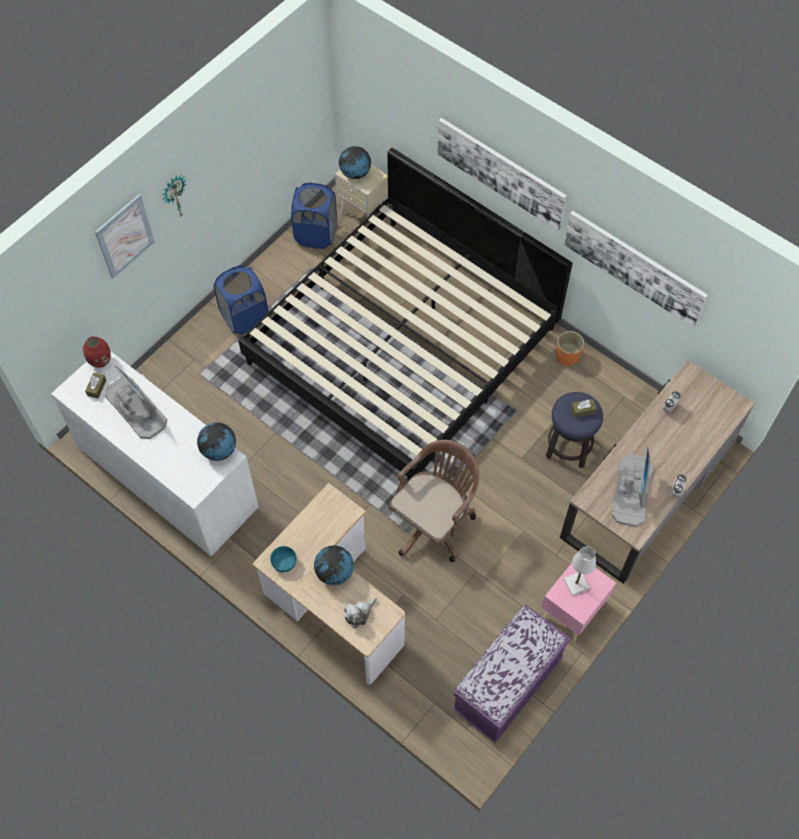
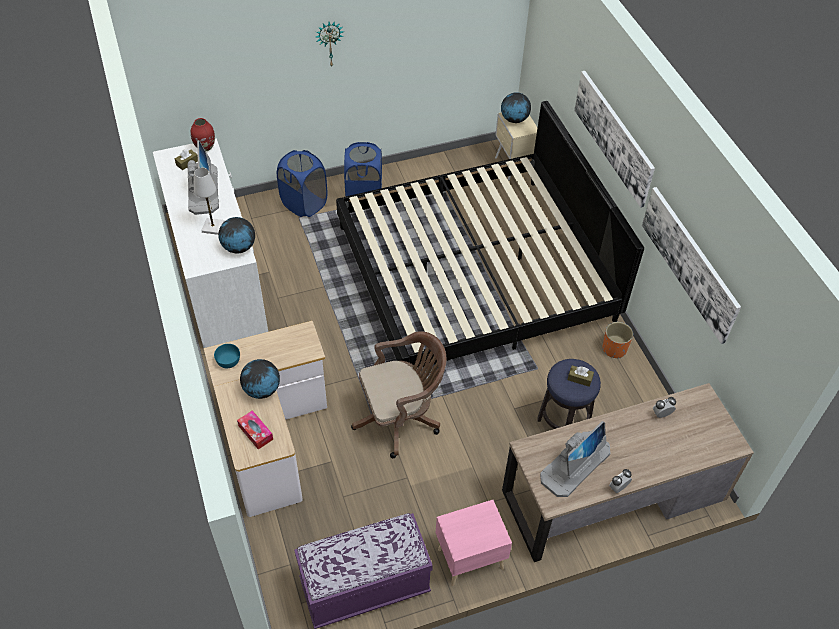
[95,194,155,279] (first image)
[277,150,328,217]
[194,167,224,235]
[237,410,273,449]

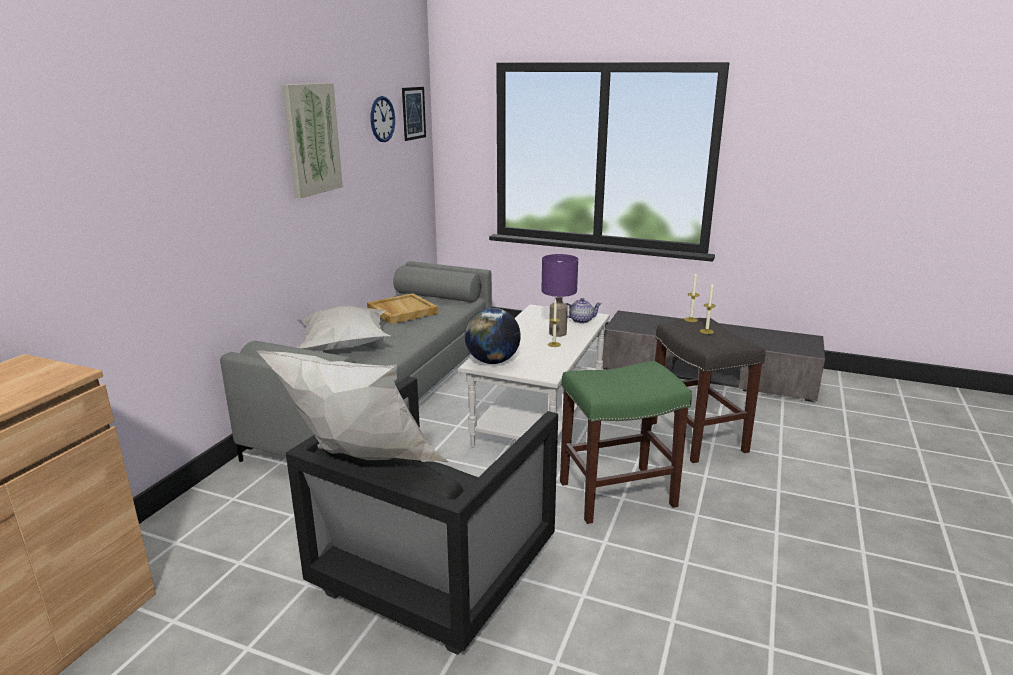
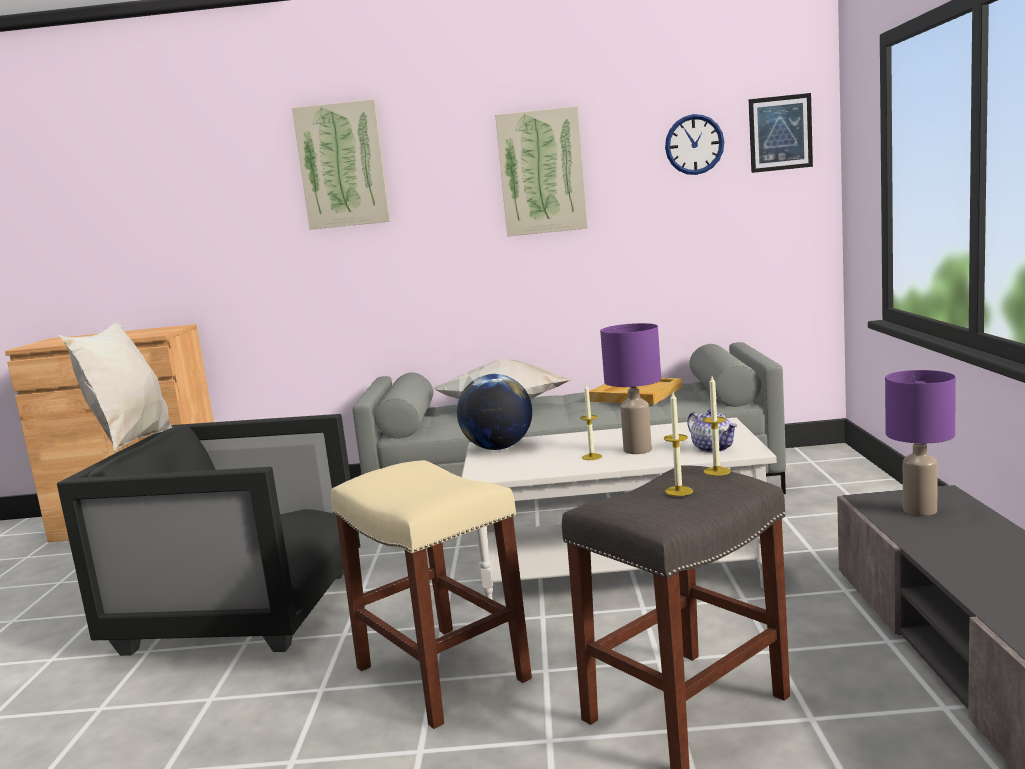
[292,99,391,230]
[885,370,956,516]
[331,460,532,729]

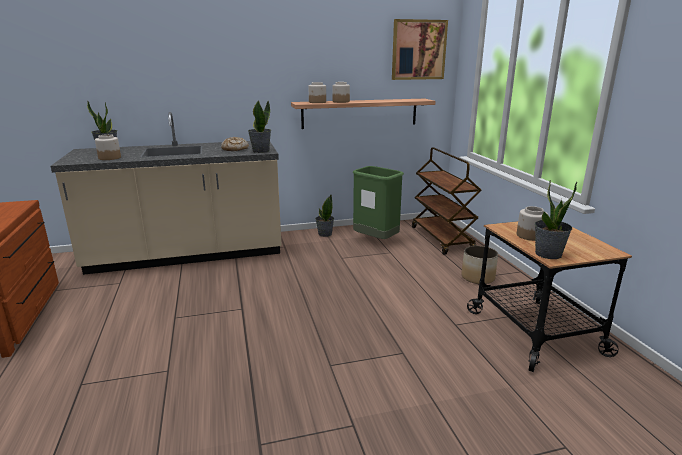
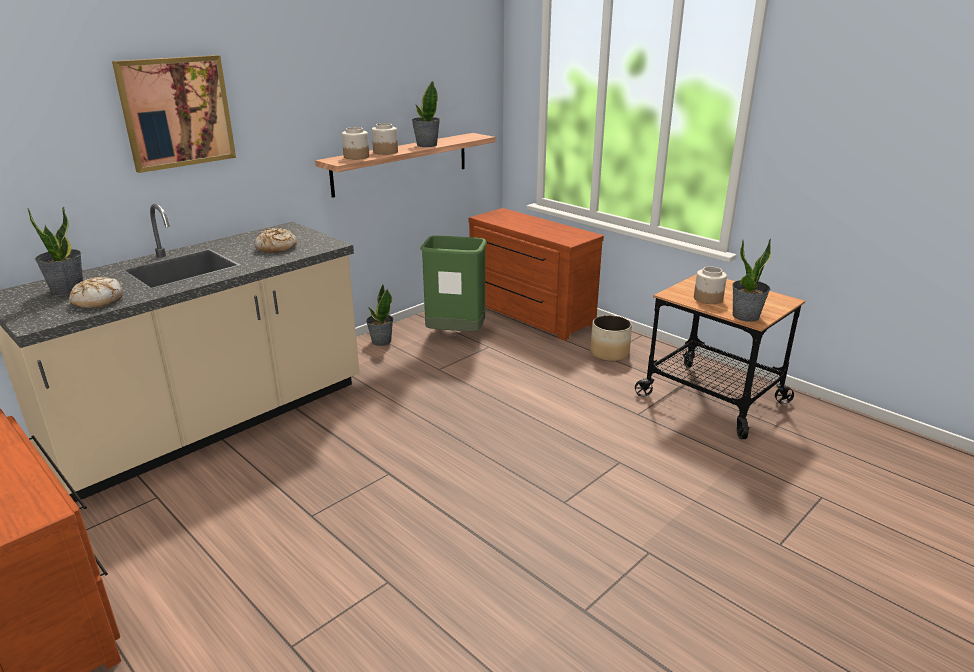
[411,82,440,147]
[112,55,236,173]
[69,277,123,308]
[468,208,604,340]

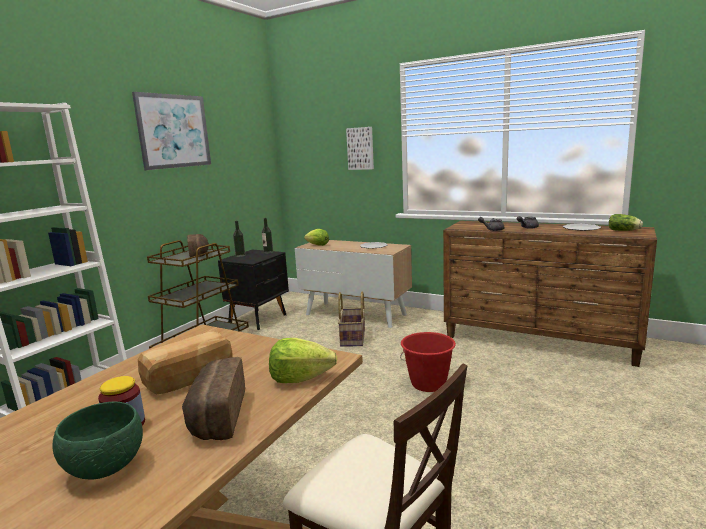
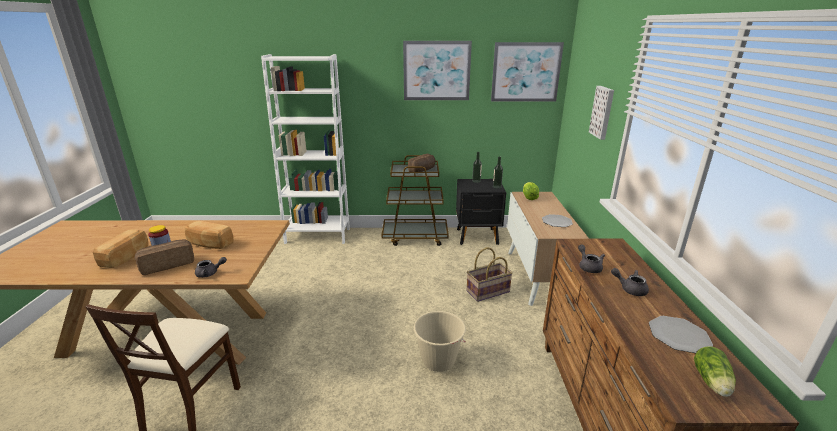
[491,42,564,102]
[93,229,149,268]
[195,257,227,278]
[414,311,466,372]

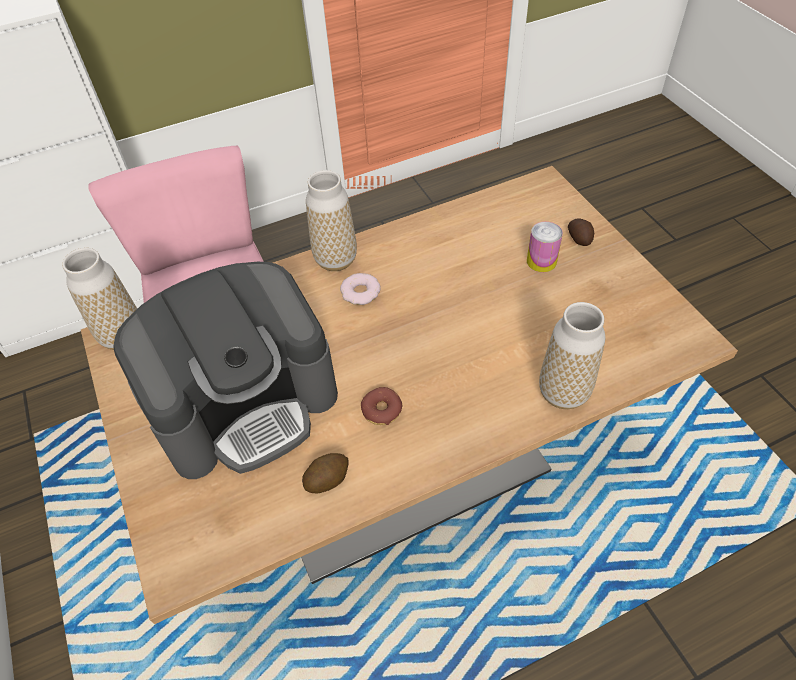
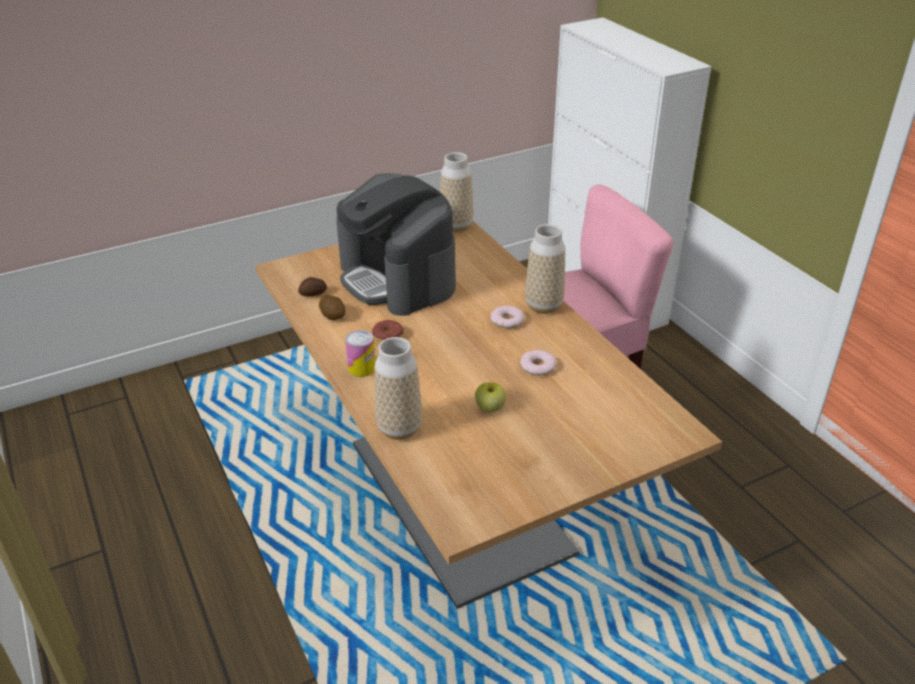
[475,382,506,412]
[520,350,557,375]
[345,330,375,377]
[298,277,327,296]

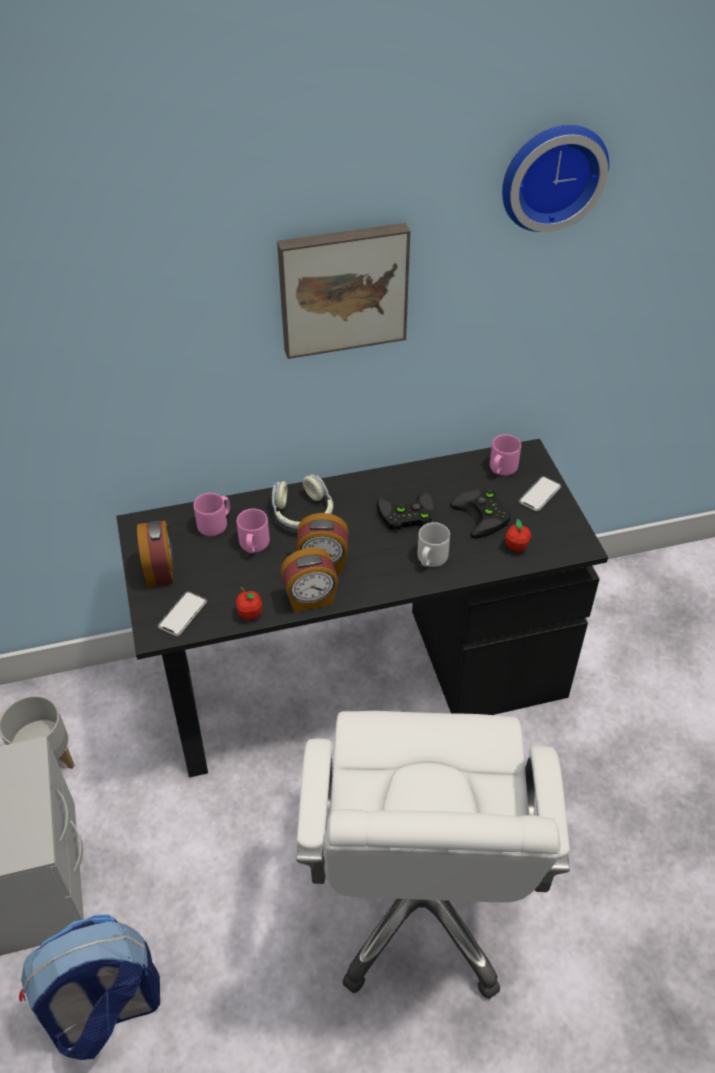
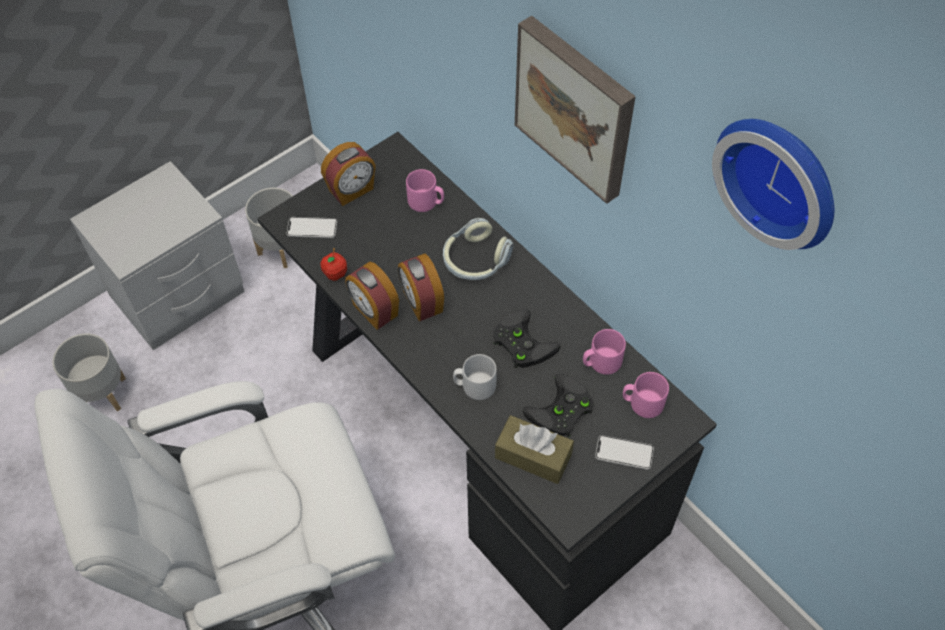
[583,329,626,375]
[52,334,126,411]
[495,415,574,484]

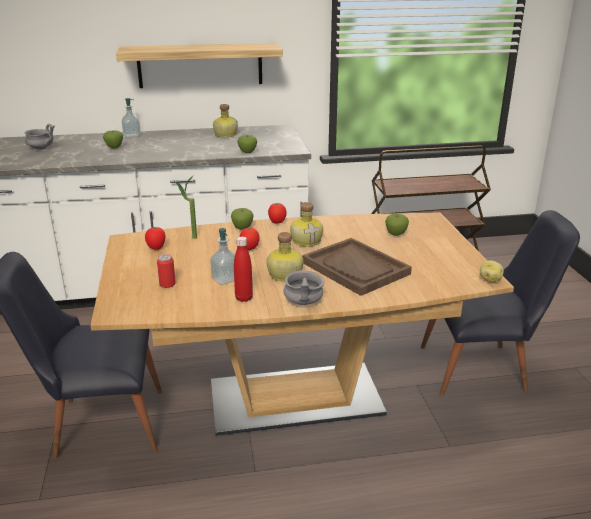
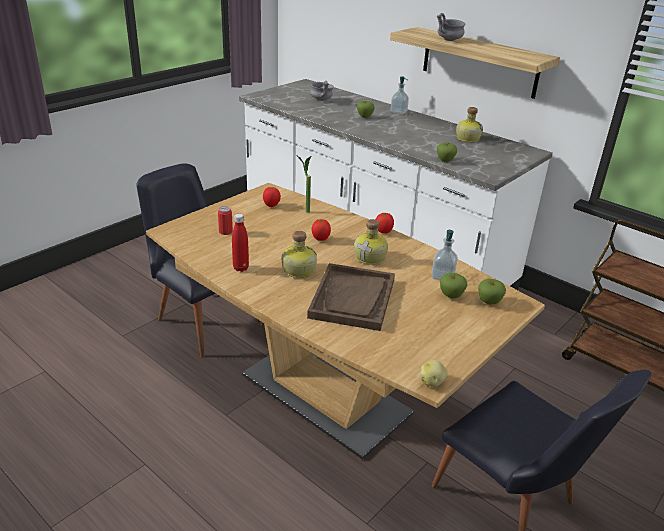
[431,230,458,280]
[478,279,506,304]
[437,13,465,41]

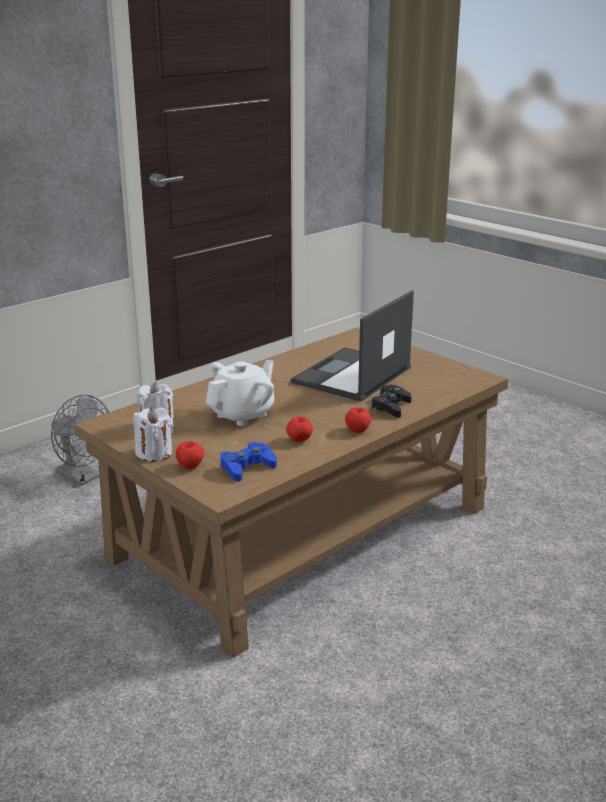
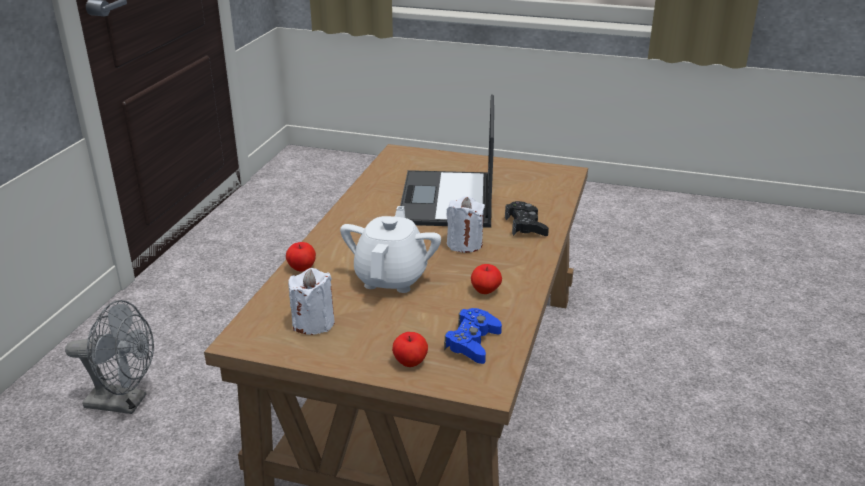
[446,196,485,253]
[286,242,316,272]

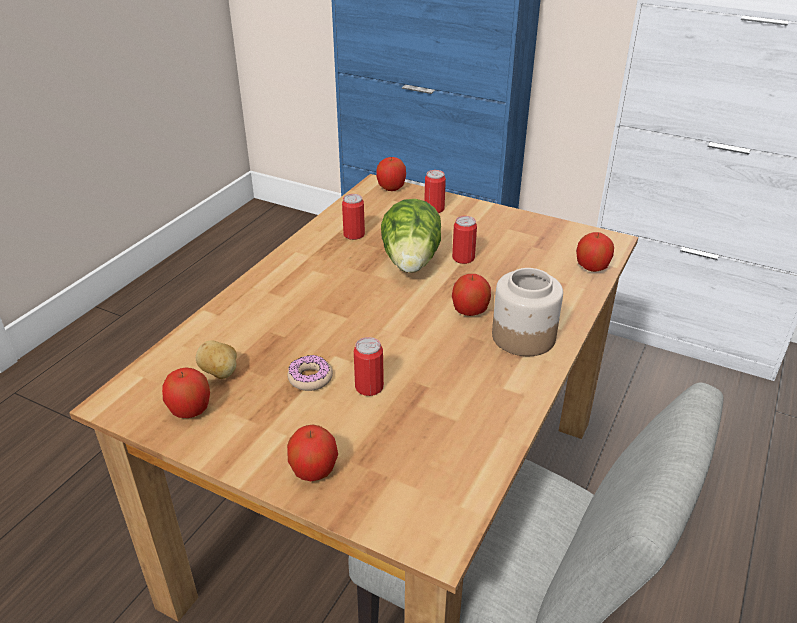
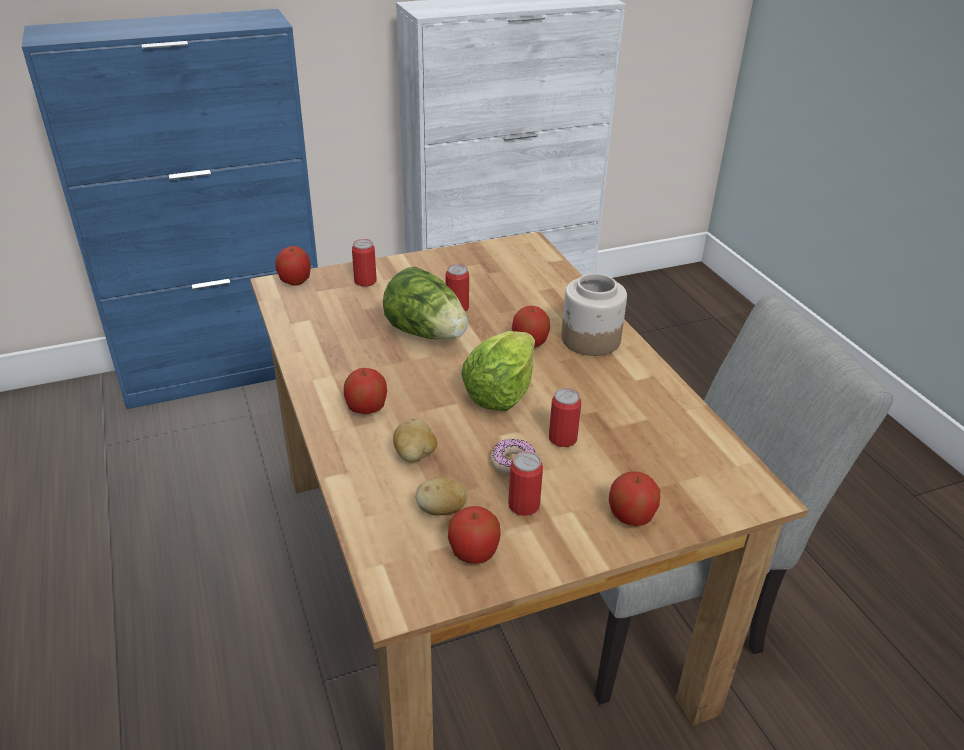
[393,418,437,462]
[461,331,535,411]
[508,451,543,516]
[344,368,387,414]

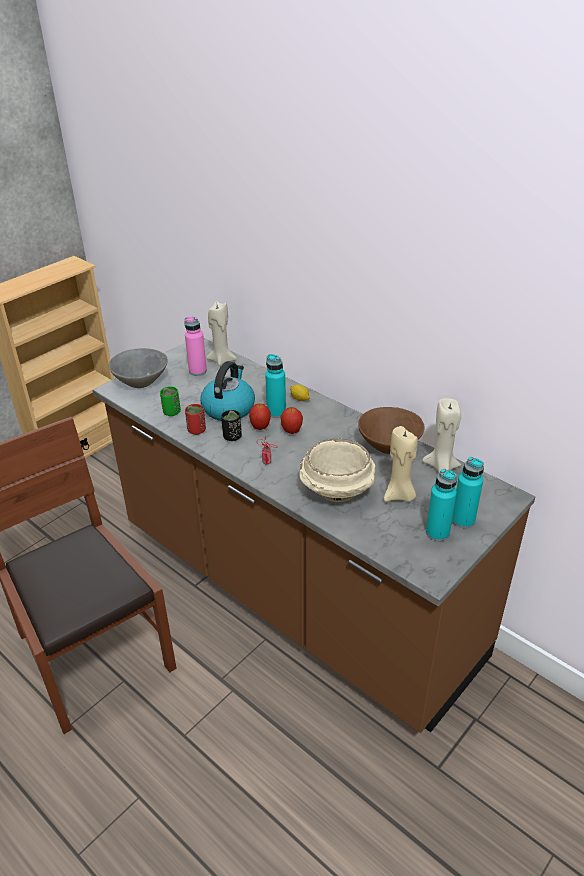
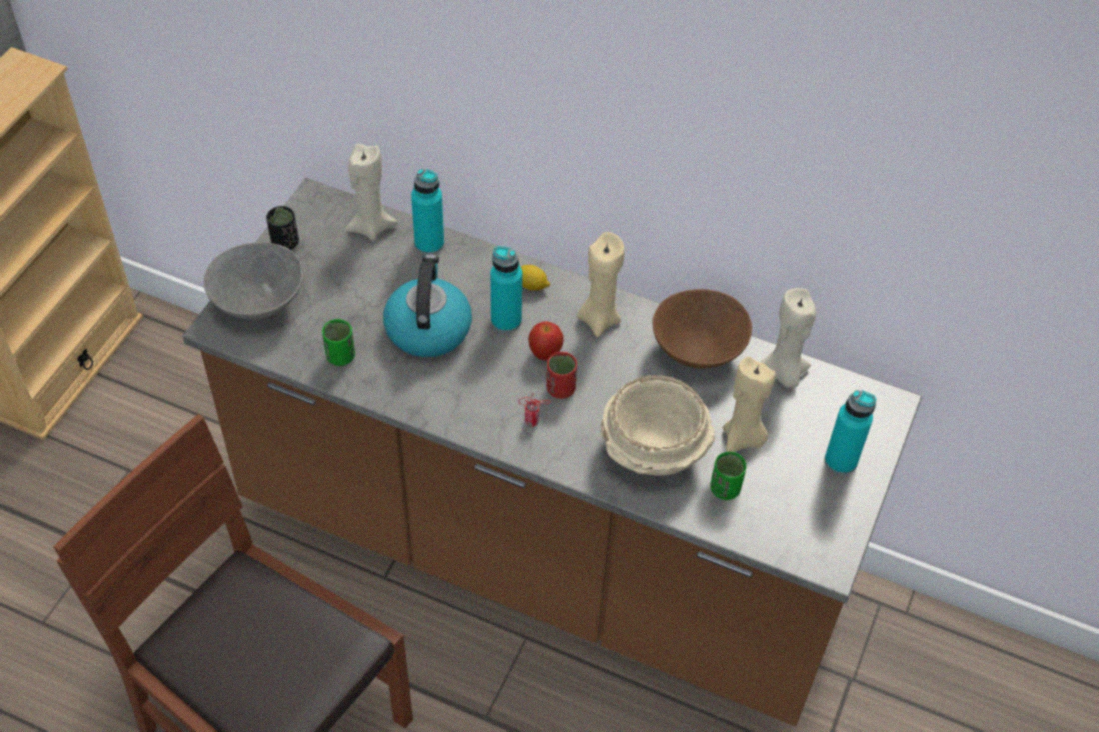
[184,317,207,376] (first image)
[249,404,271,430] (first image)
[577,232,625,338]
[710,452,746,500]
[547,352,577,399]
[266,206,299,250]
[411,169,444,255]

